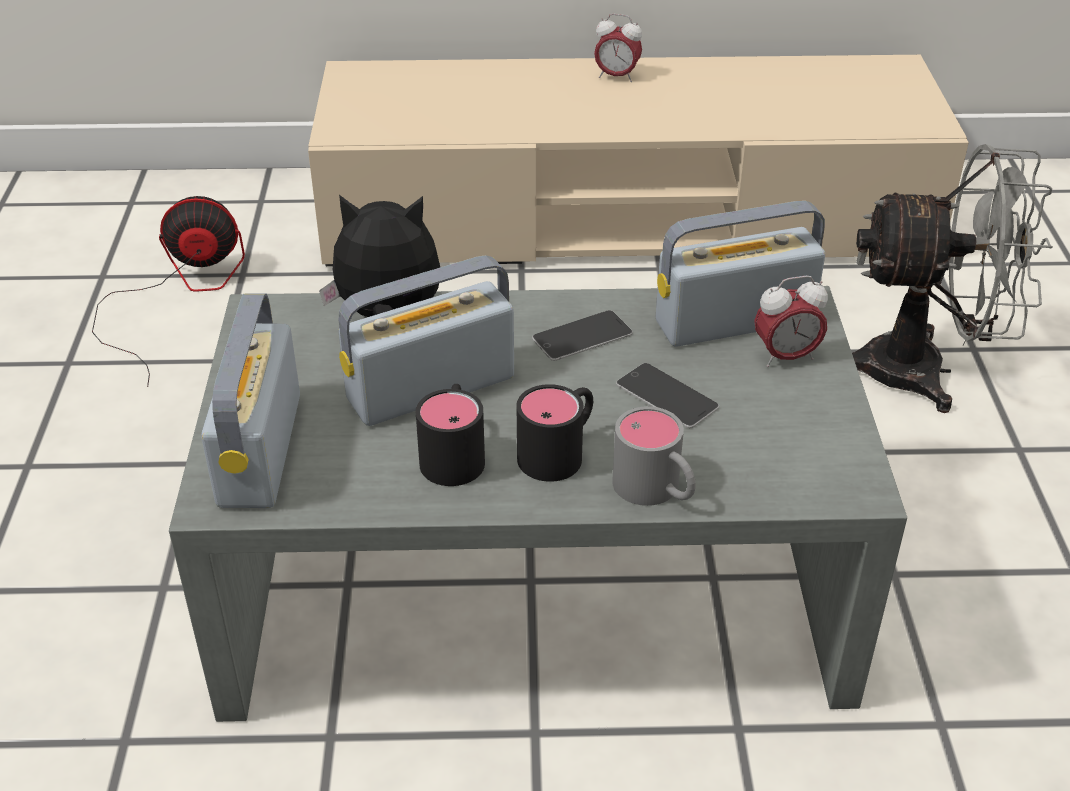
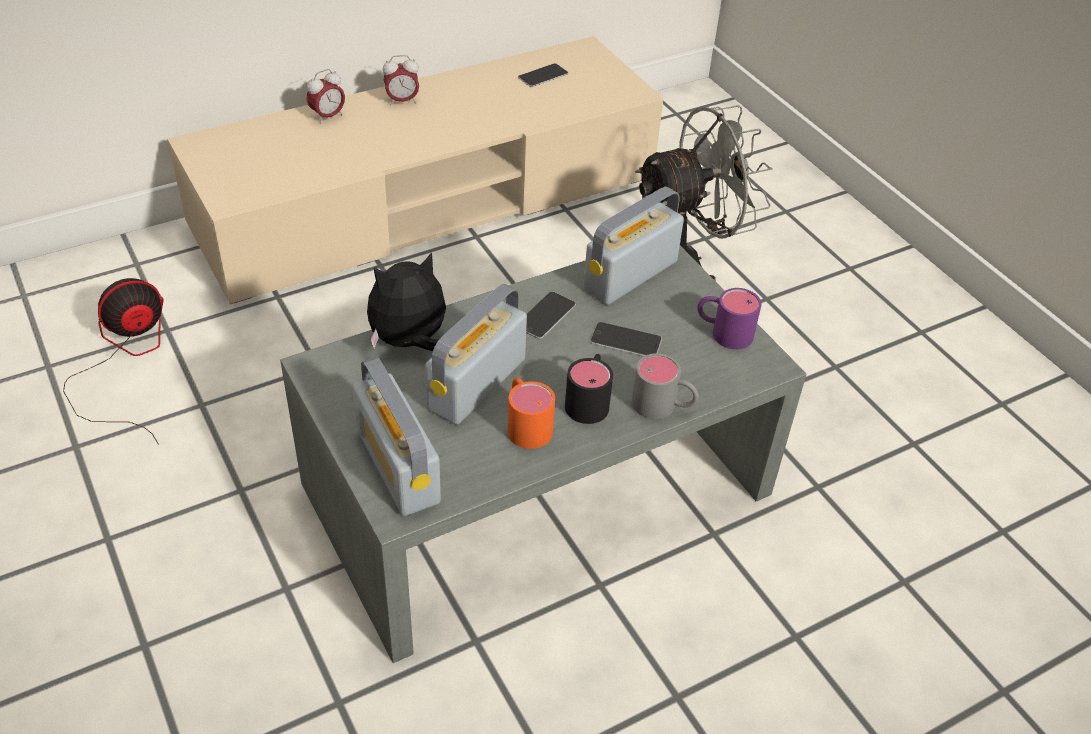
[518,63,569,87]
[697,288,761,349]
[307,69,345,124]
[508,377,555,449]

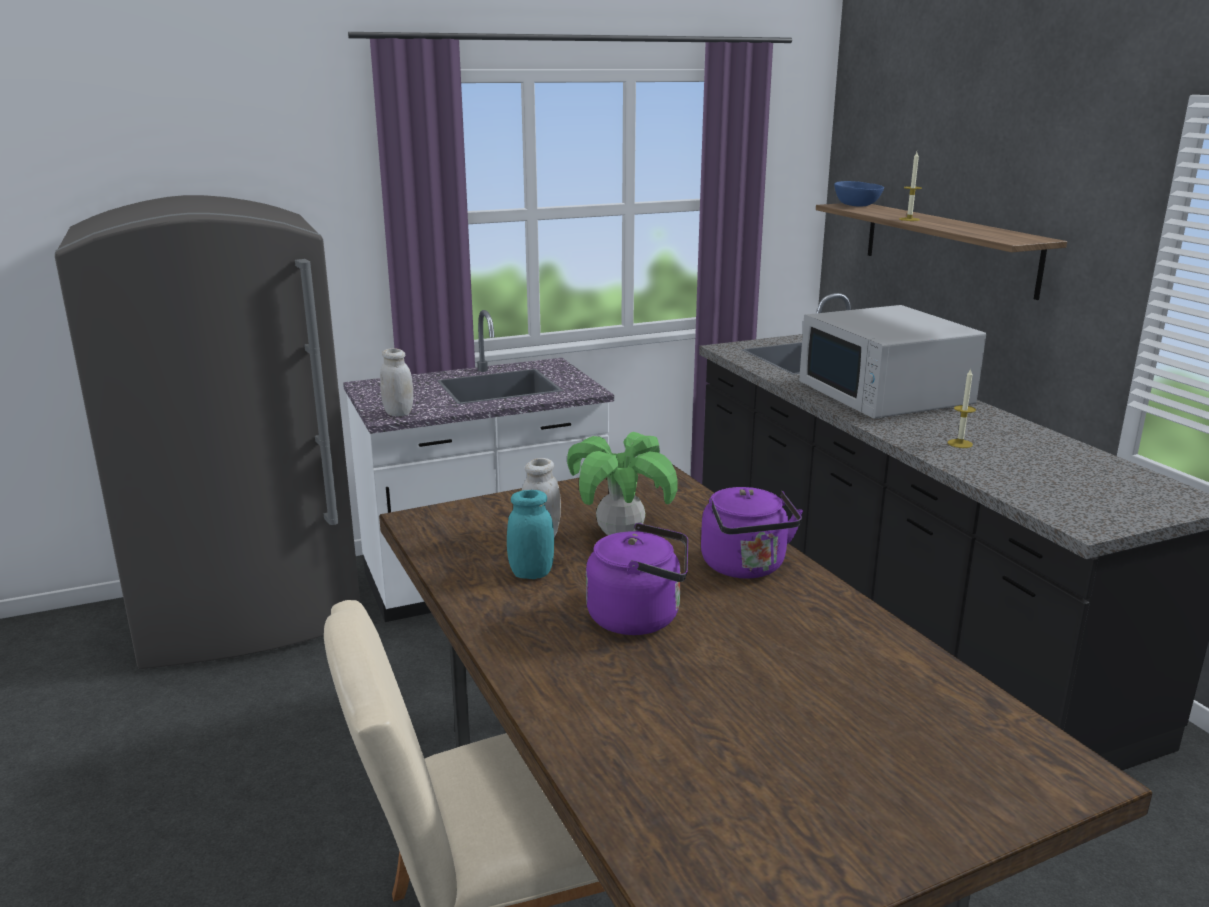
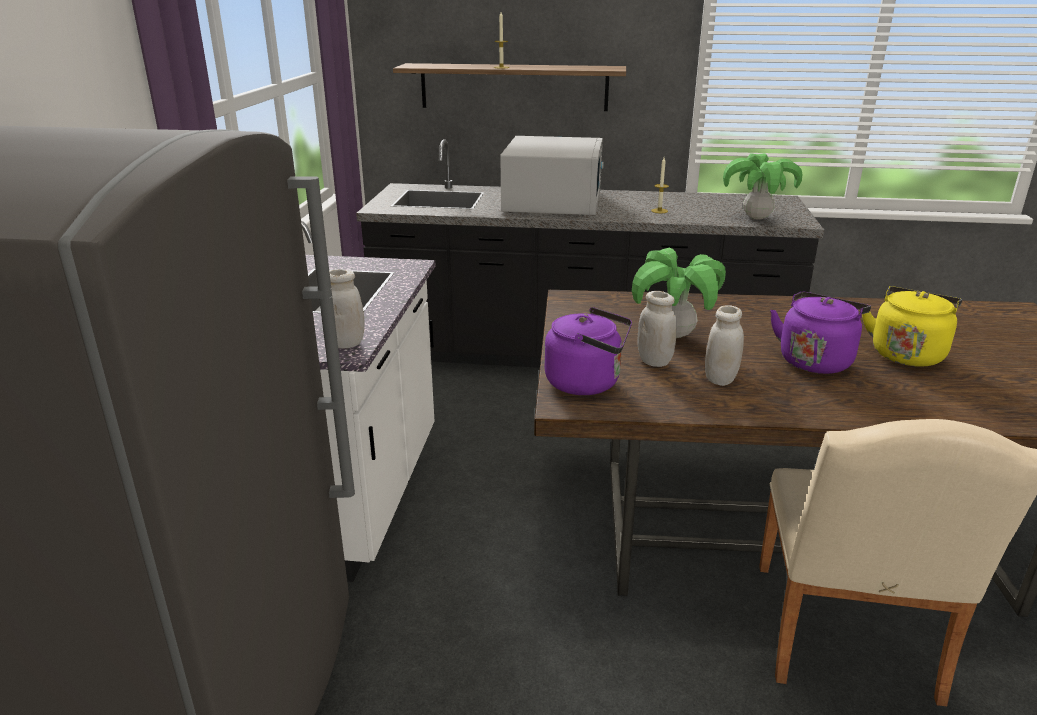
[834,181,884,207] (first image)
[723,153,803,220]
[862,286,962,367]
[544,307,632,395]
[705,305,744,386]
[501,136,604,215]

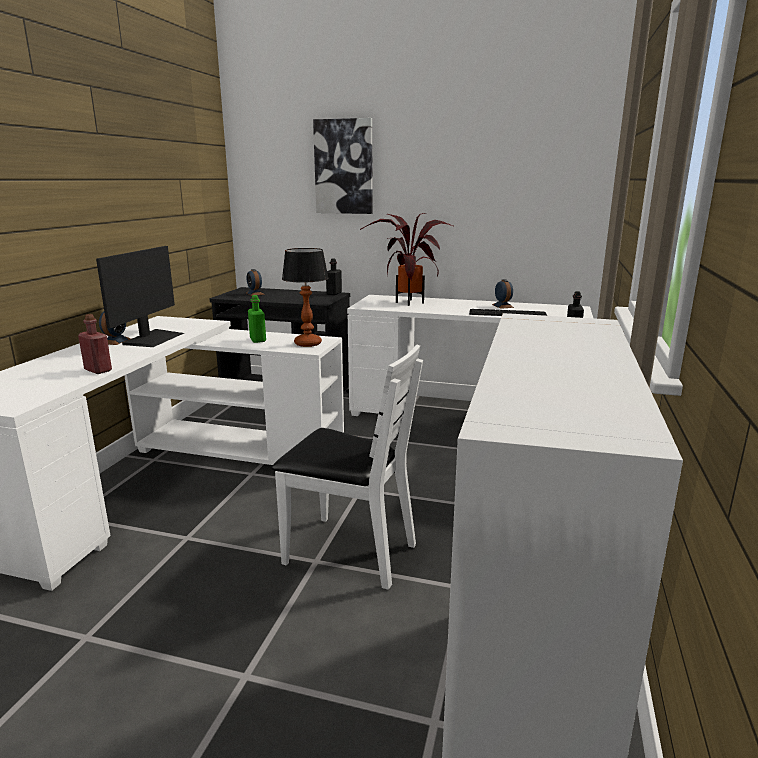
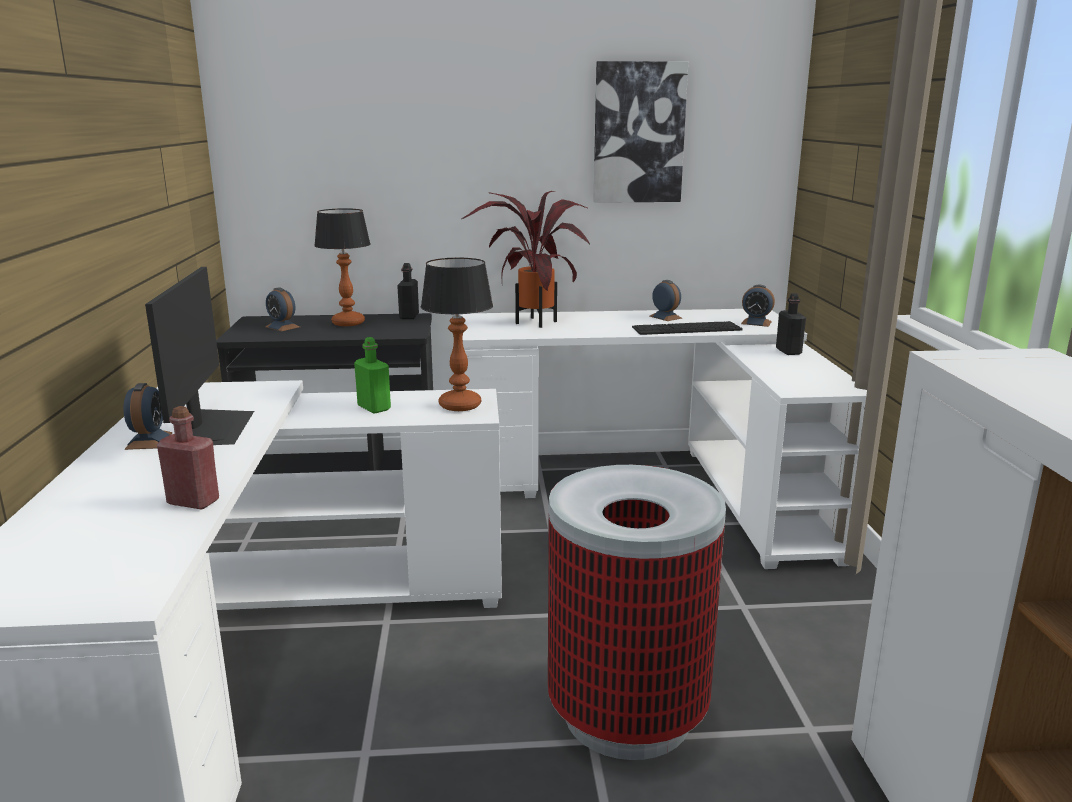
[314,208,371,326]
[741,285,775,327]
[593,61,688,203]
[548,465,726,760]

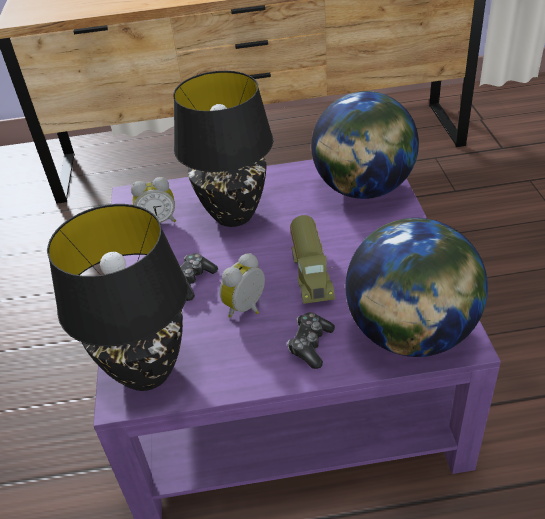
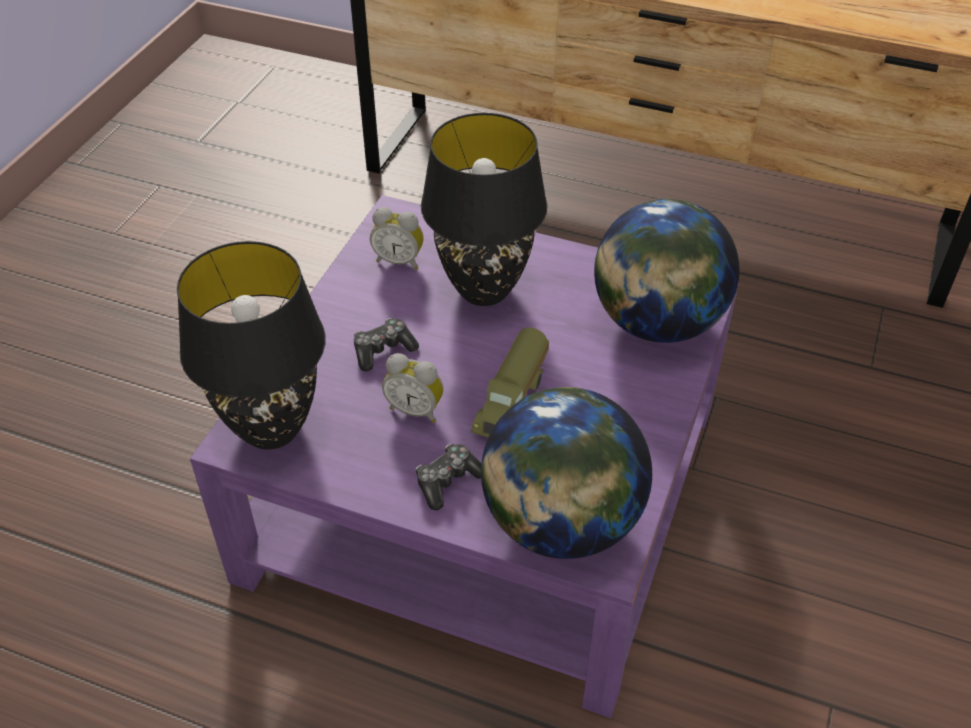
[382,353,444,423]

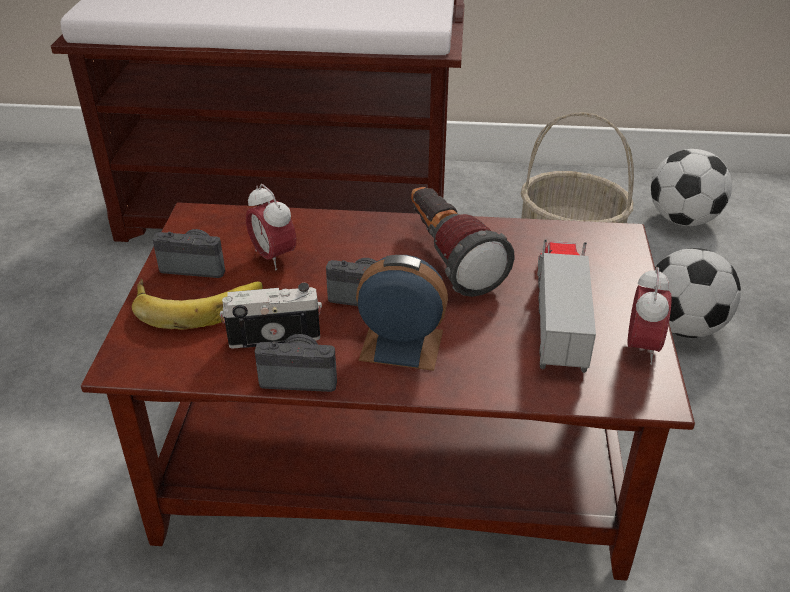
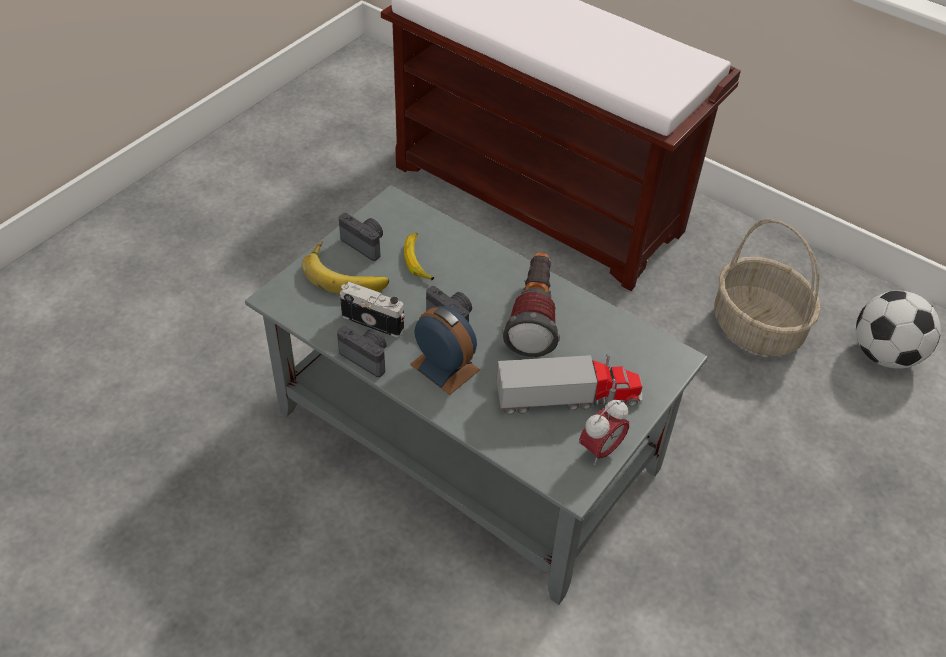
[655,248,741,338] (first image)
[404,233,434,280]
[245,185,708,605]
[497,354,642,414]

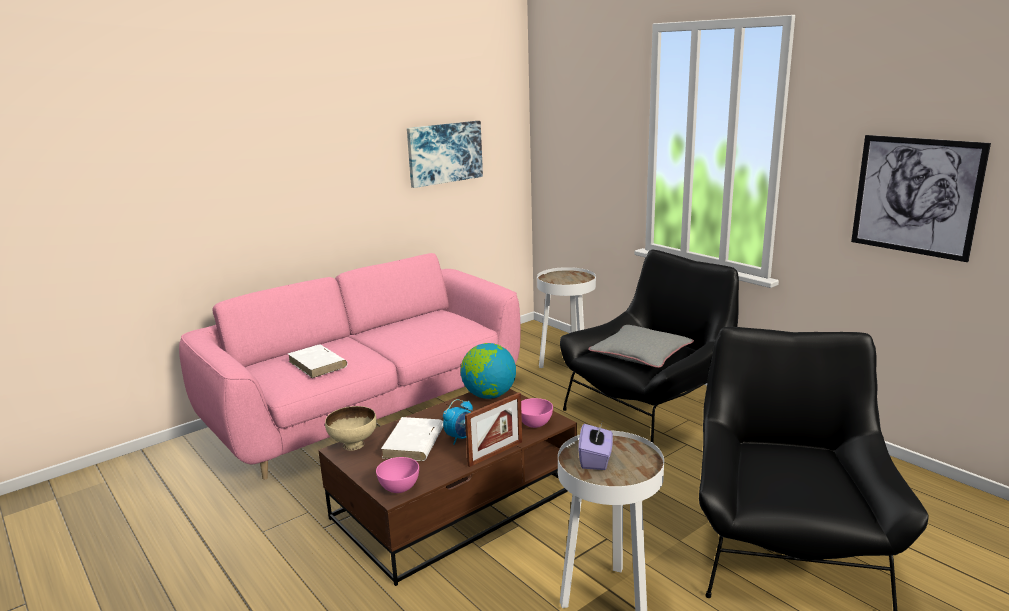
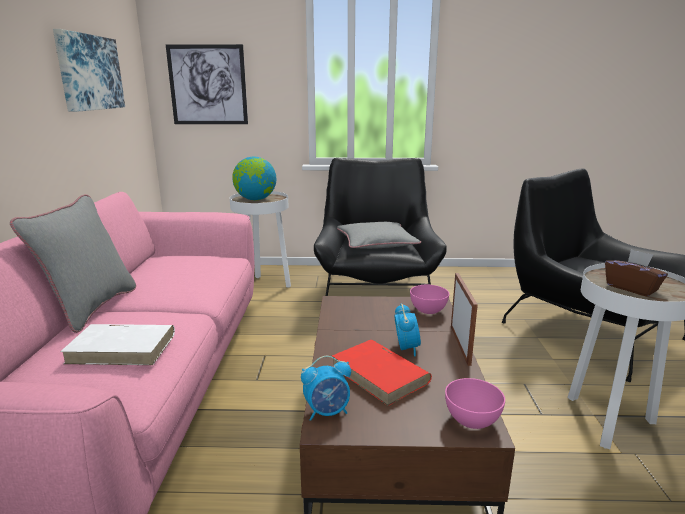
[10,194,136,333]
[232,157,276,200]
[166,44,248,124]
[301,356,351,421]
[332,340,432,406]
[605,249,668,297]

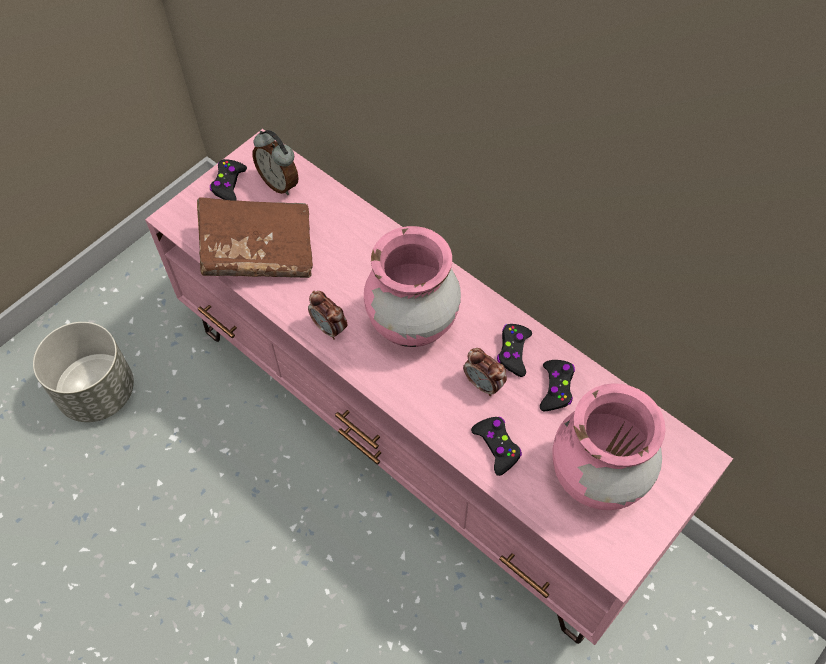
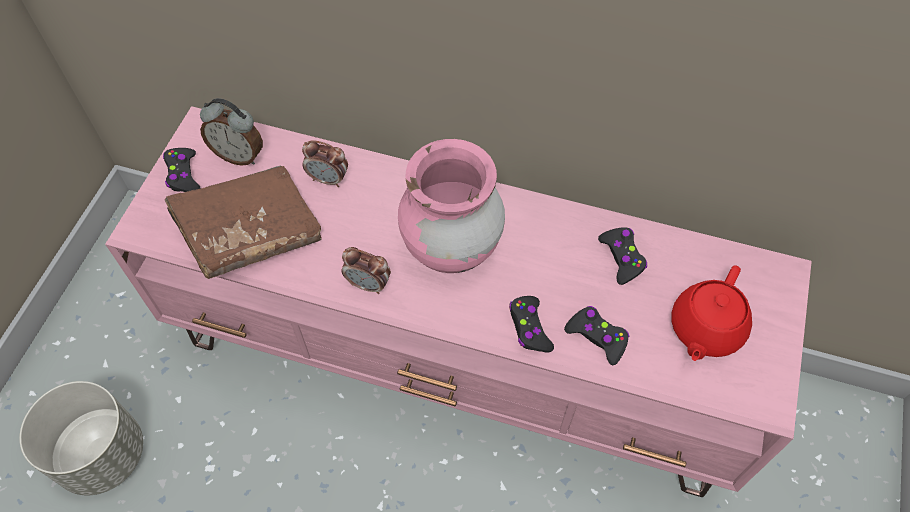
[302,140,348,187]
[509,296,554,353]
[672,265,752,361]

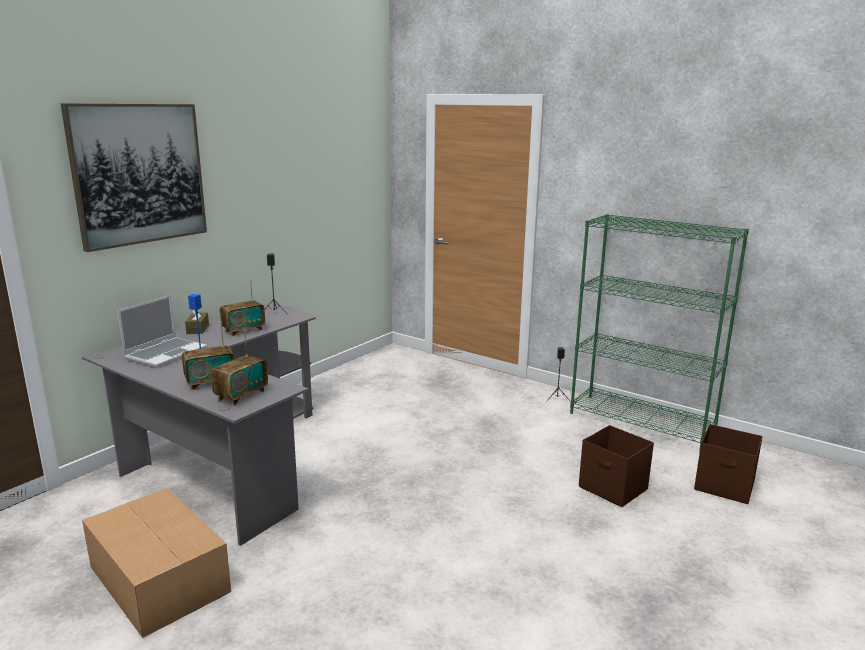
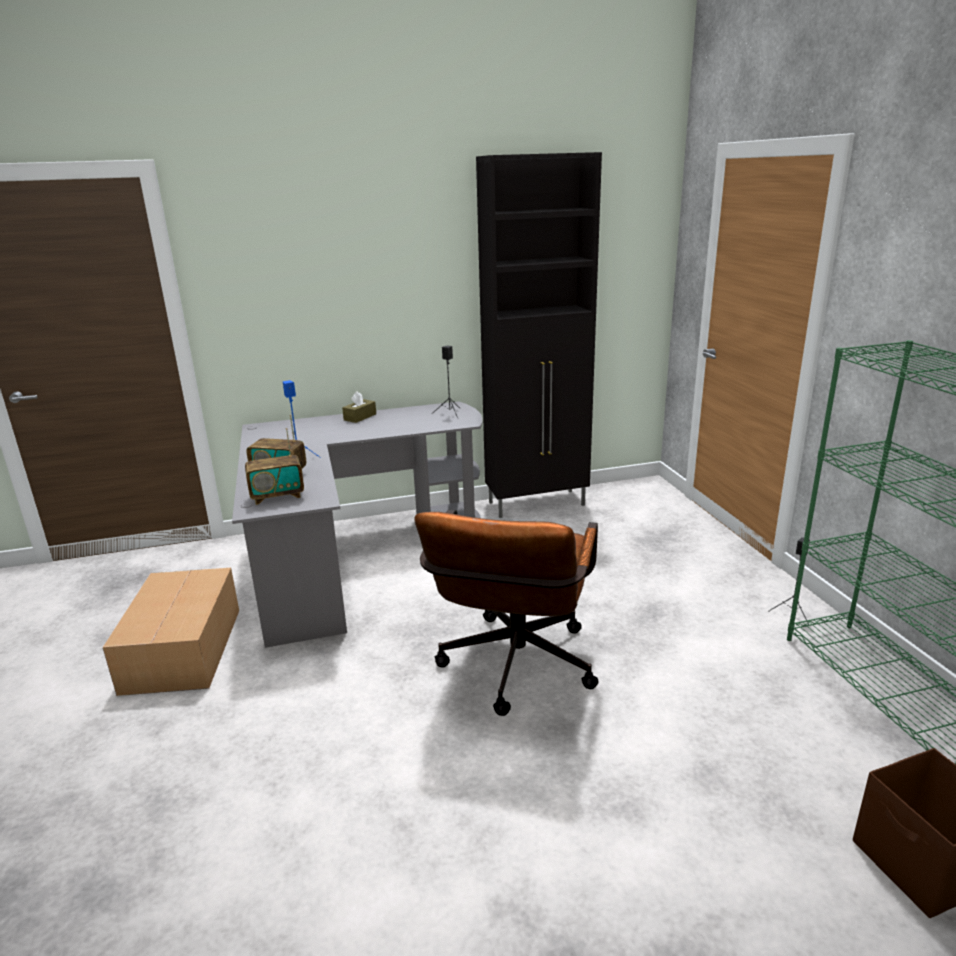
[61,103,207,252] (first image)
[117,295,207,368] (first image)
[220,280,265,336] (first image)
[579,425,654,507] (first image)
[414,509,599,716]
[476,152,602,518]

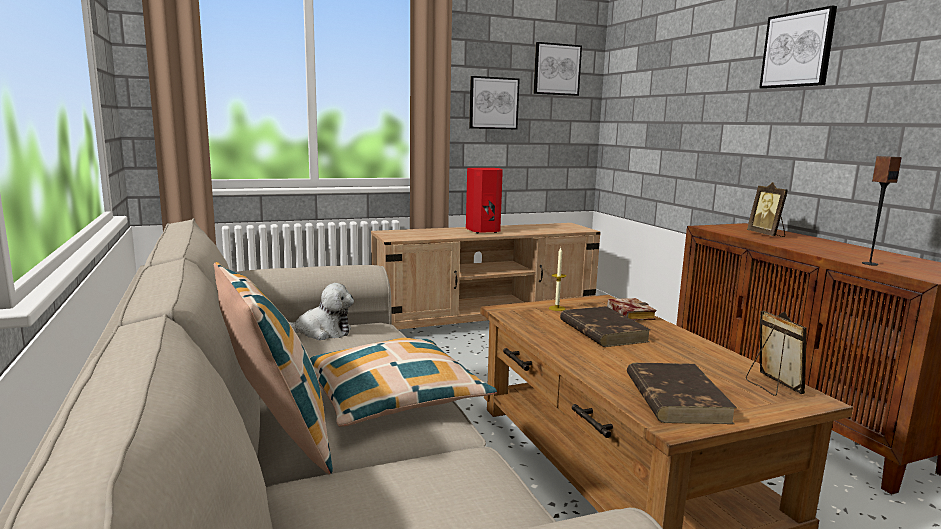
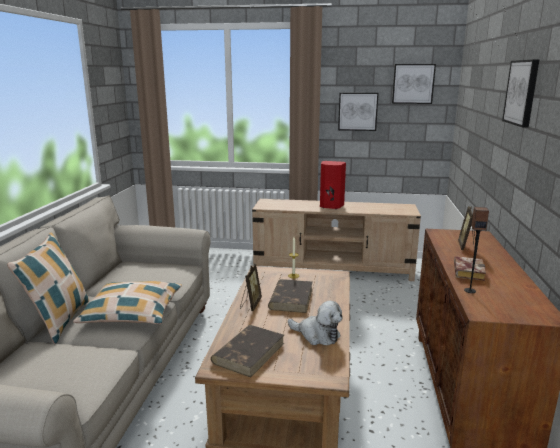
[288,301,342,345]
[454,256,486,281]
[240,264,262,311]

